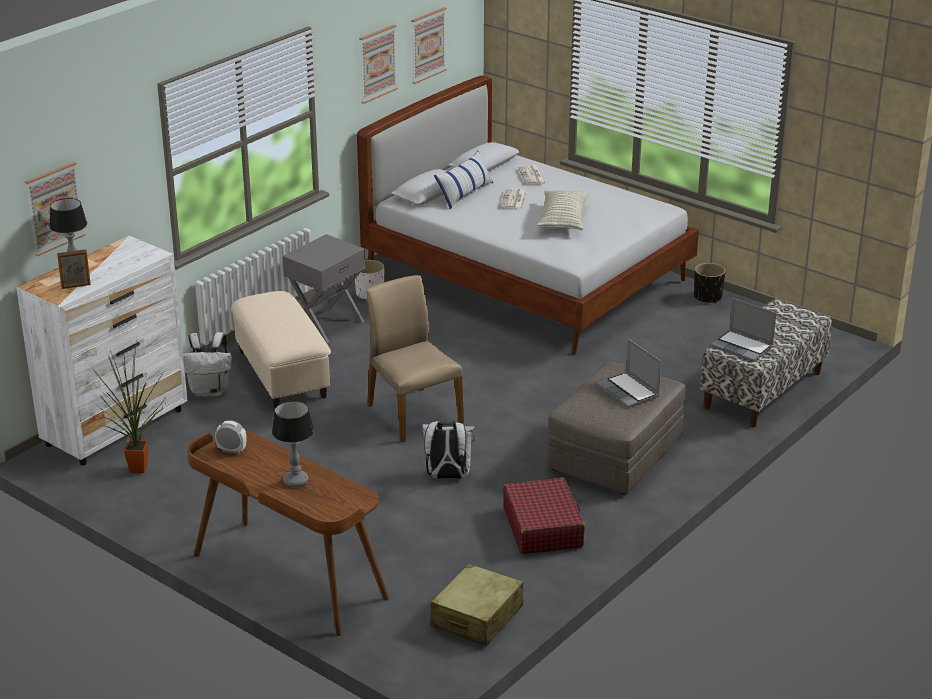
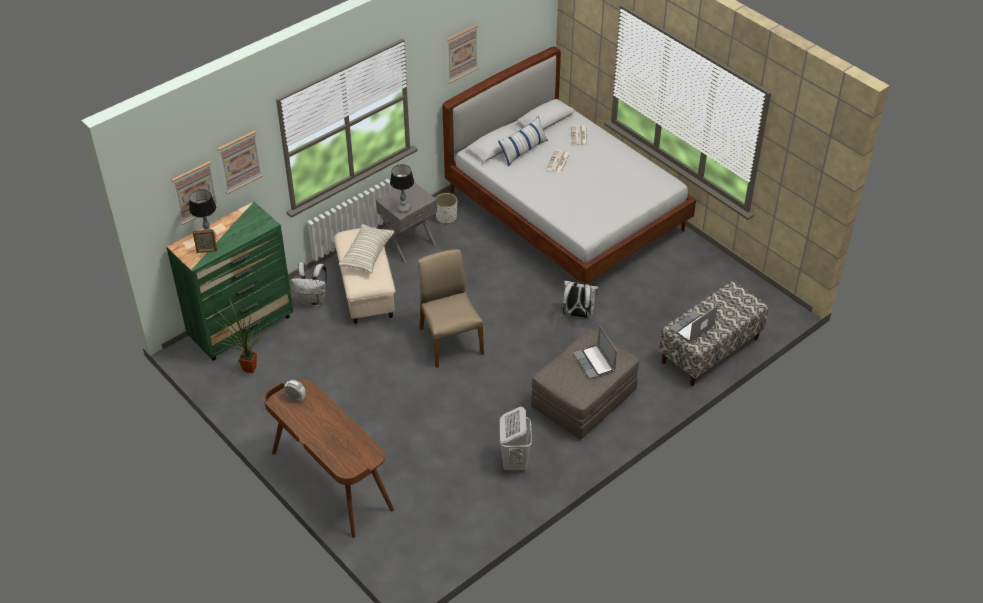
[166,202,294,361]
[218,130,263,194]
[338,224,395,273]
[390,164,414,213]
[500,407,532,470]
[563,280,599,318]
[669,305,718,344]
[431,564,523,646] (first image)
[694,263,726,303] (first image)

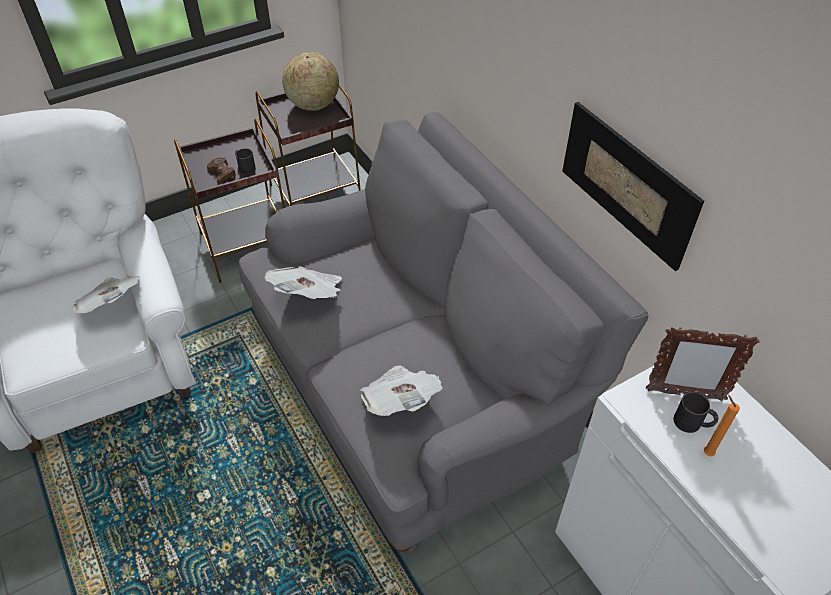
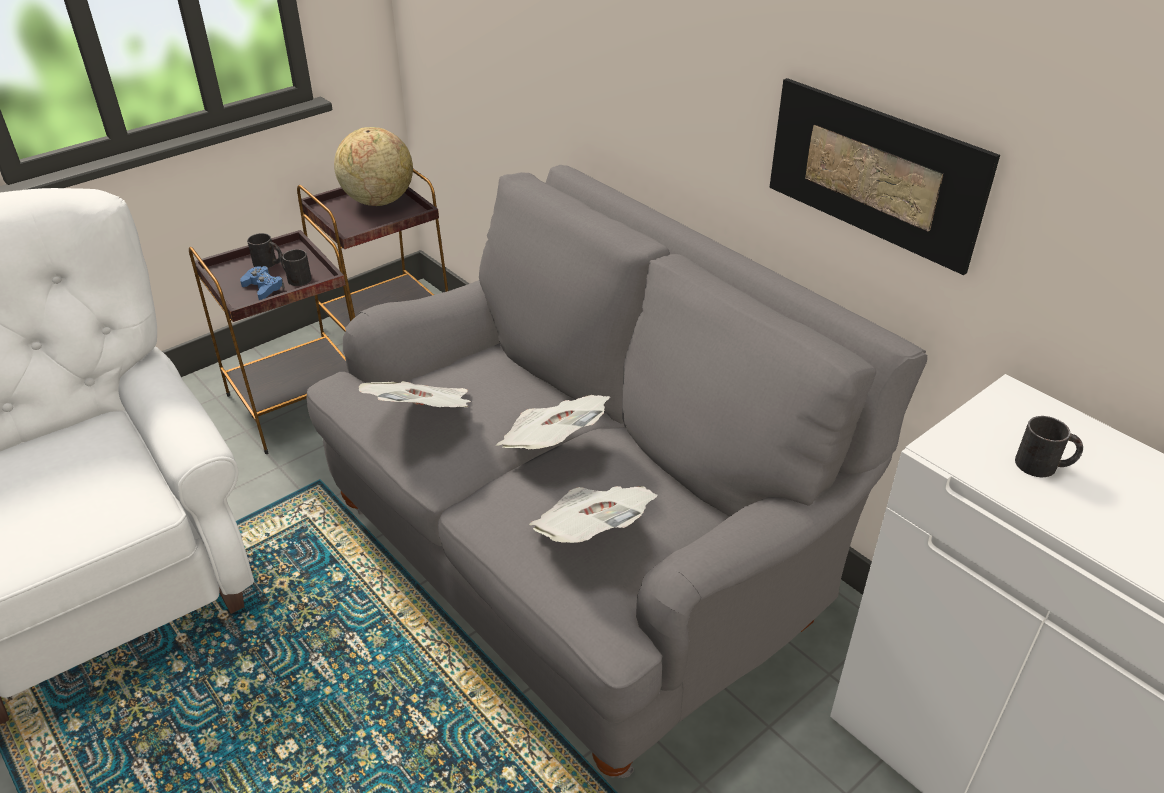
[240,266,285,300]
[247,233,282,268]
[496,395,610,449]
[646,327,760,401] (first image)
[704,395,740,456] (first image)

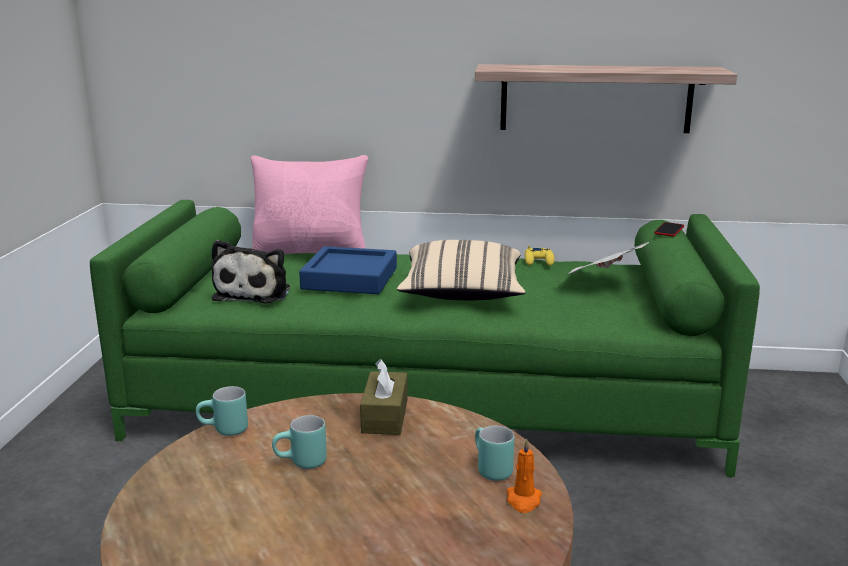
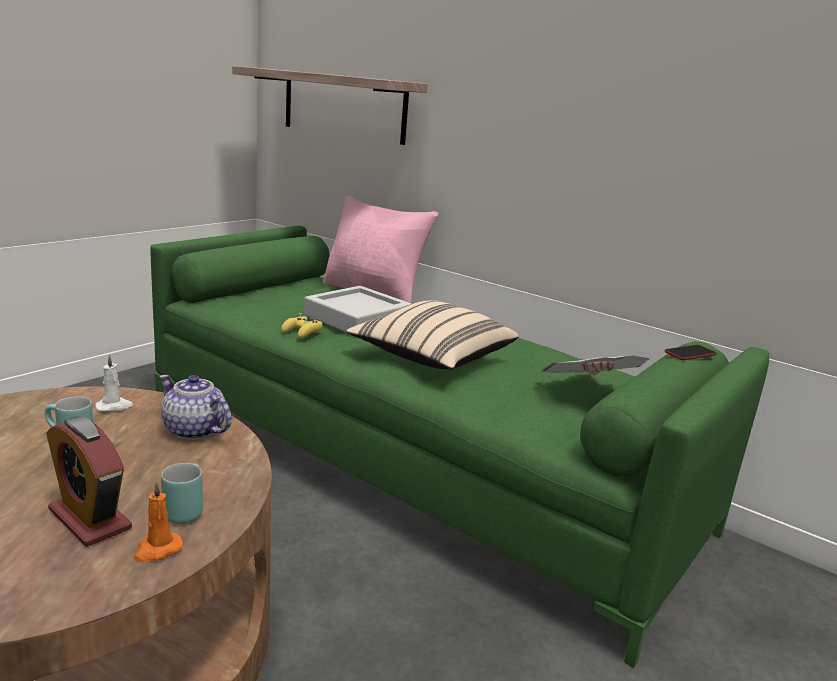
[46,416,132,547]
[95,354,133,412]
[159,375,232,440]
[232,66,428,145]
[281,313,323,338]
[304,286,411,332]
[196,386,248,436] (first image)
[212,240,290,304] (first image)

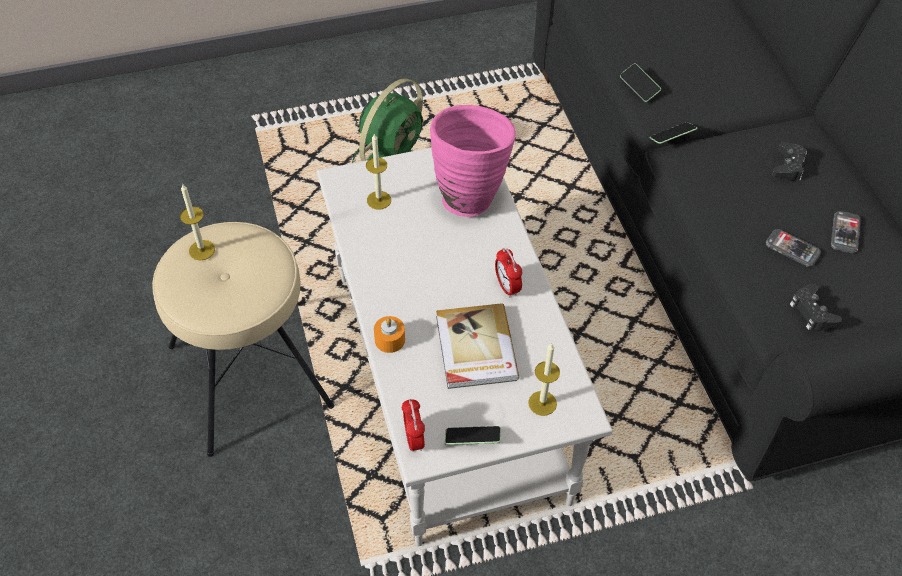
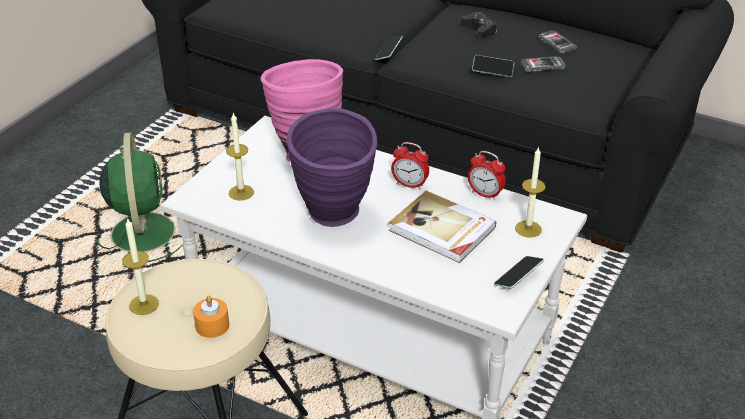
[193,296,229,338]
[287,108,378,227]
[468,151,506,200]
[472,55,514,77]
[790,284,842,331] (first image)

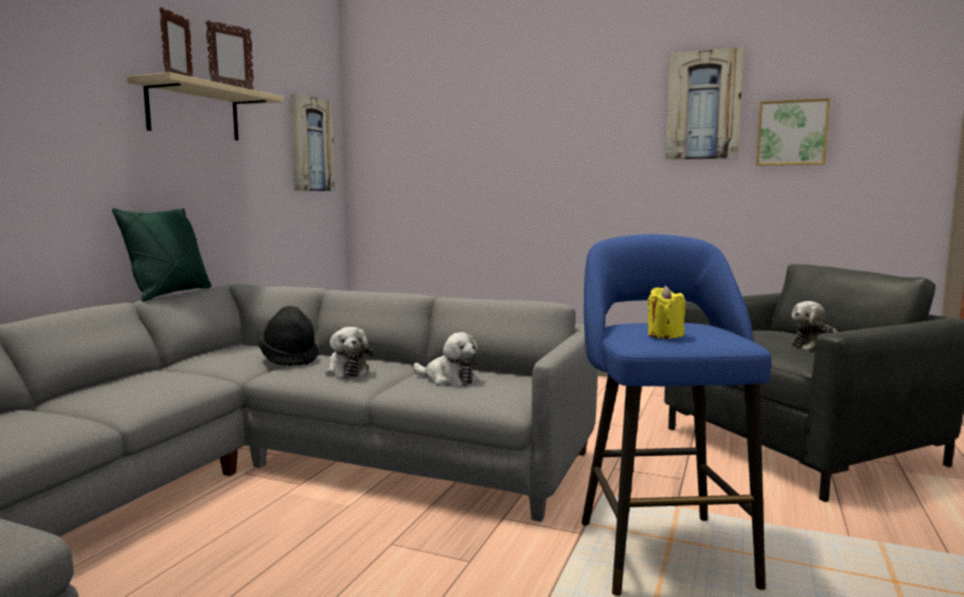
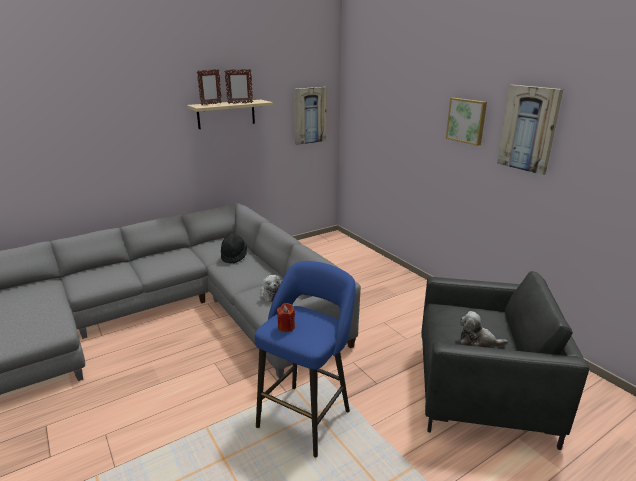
[277,303,295,332]
[446,98,487,146]
[112,208,211,301] (first image)
[325,327,373,378] (first image)

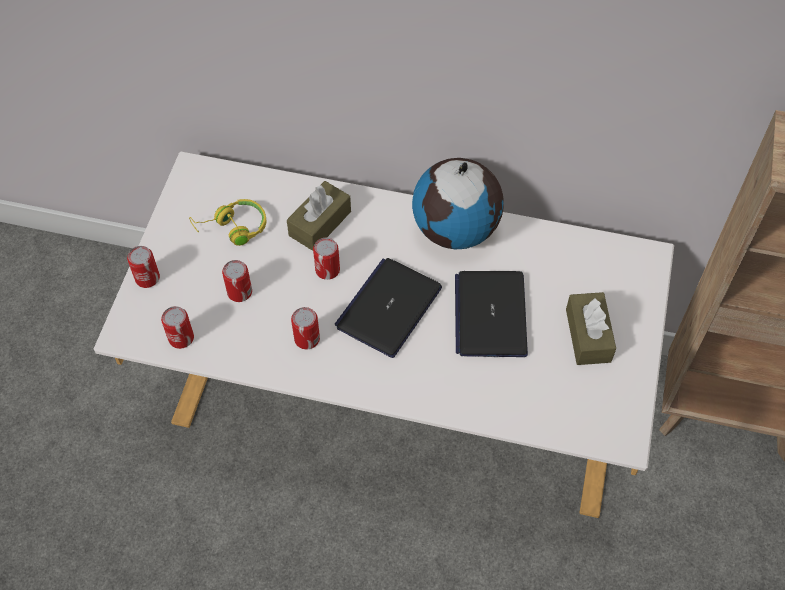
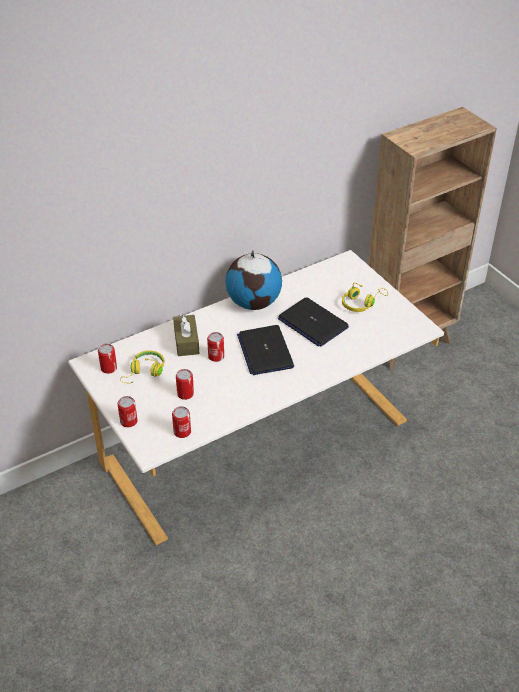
[98,344,117,374]
[342,283,388,312]

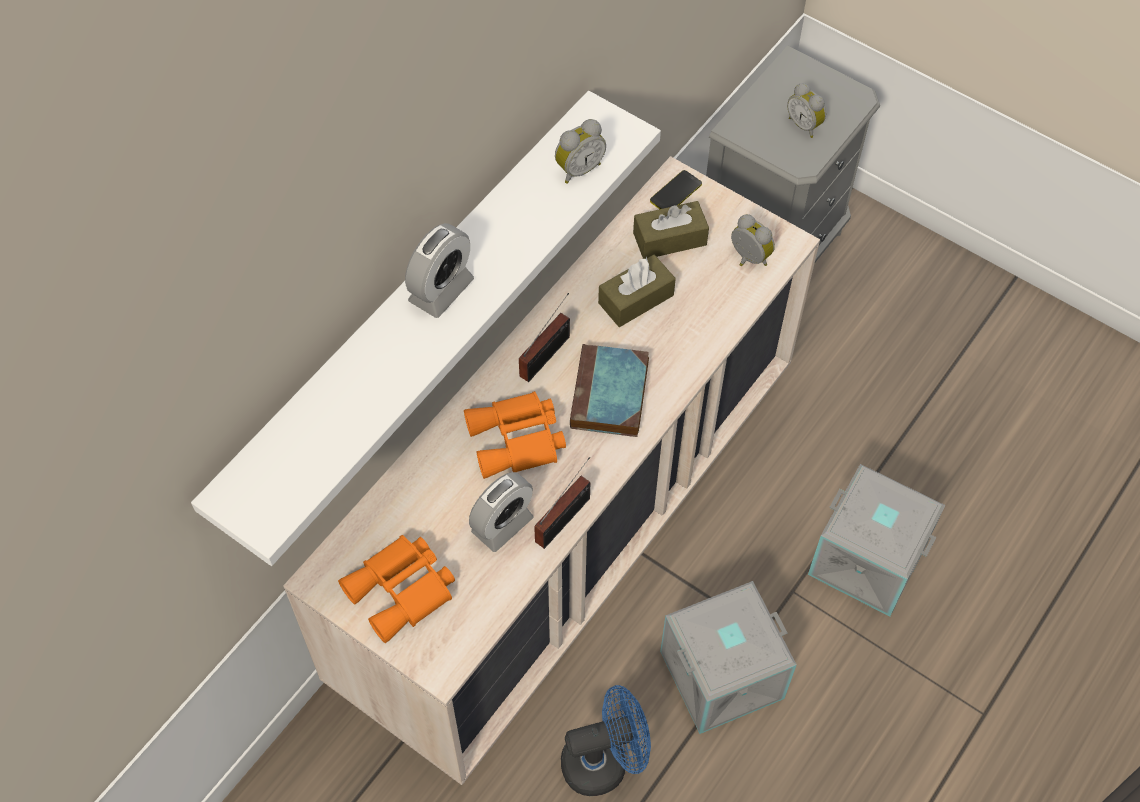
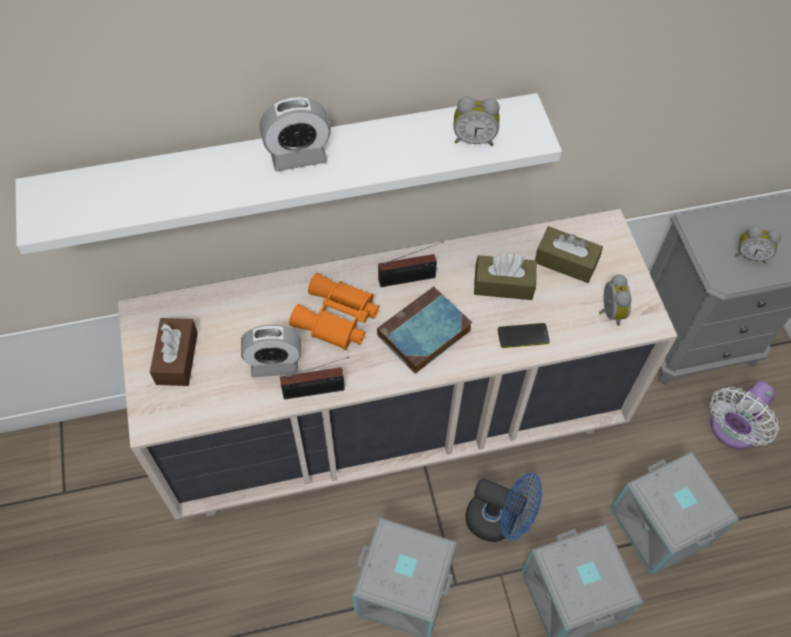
[150,318,198,386]
[466,473,542,542]
[498,323,550,348]
[610,452,739,575]
[710,381,779,449]
[735,225,781,264]

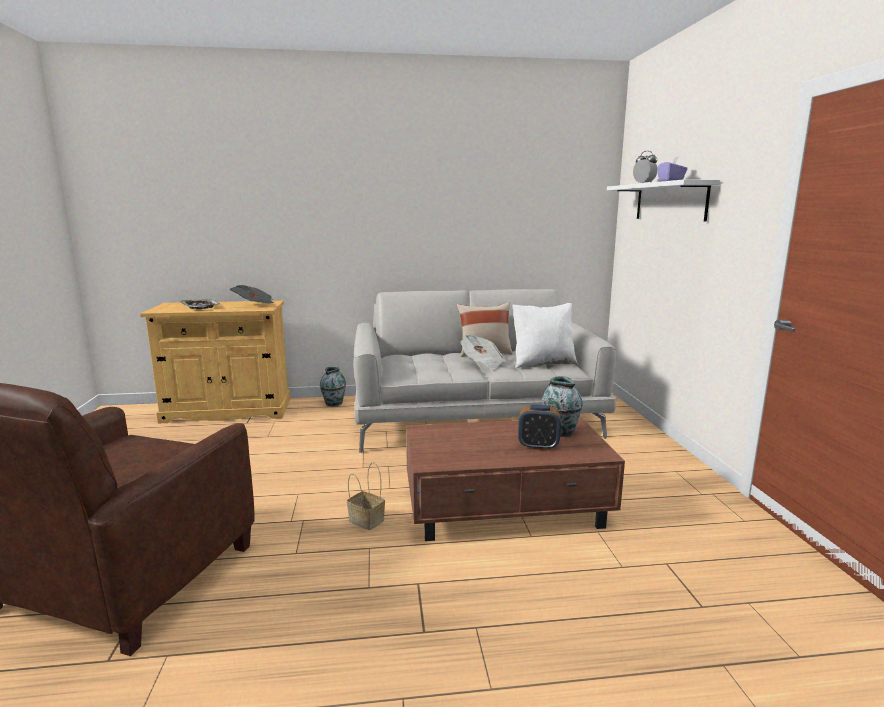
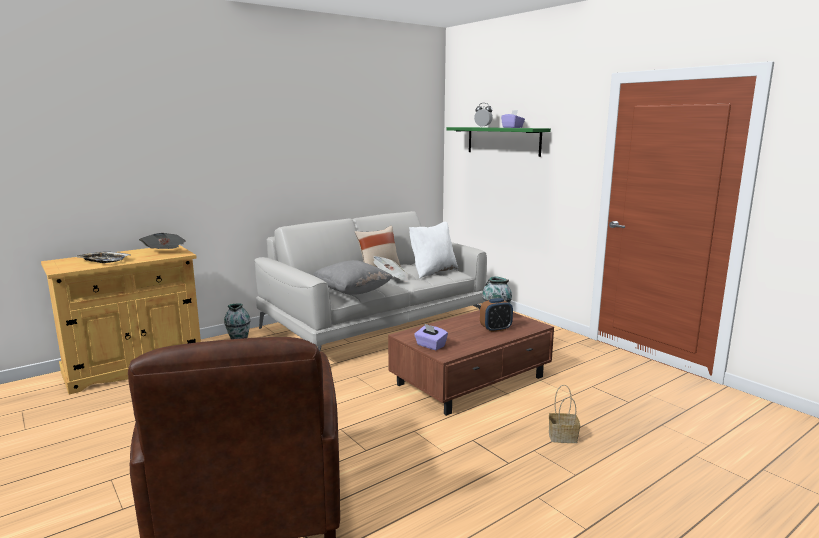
[313,260,393,295]
[414,323,448,350]
[446,127,551,157]
[549,385,580,443]

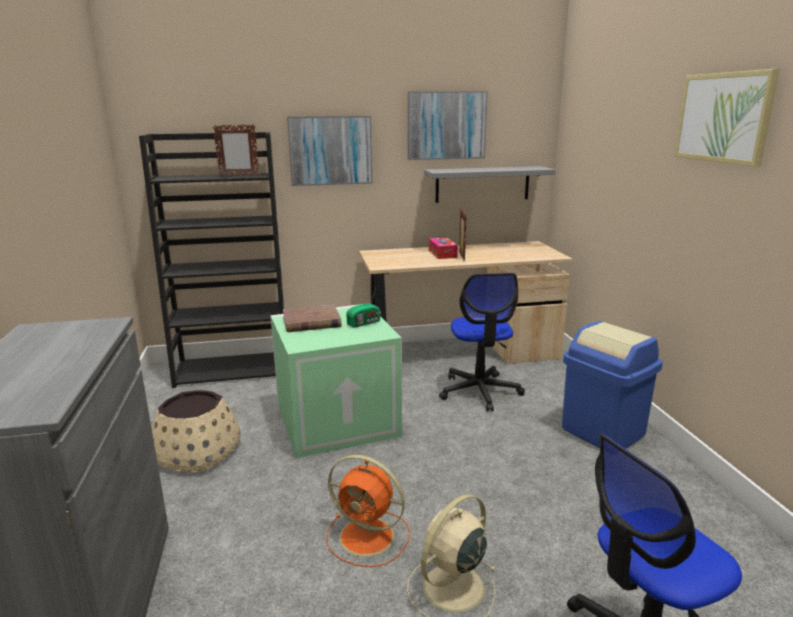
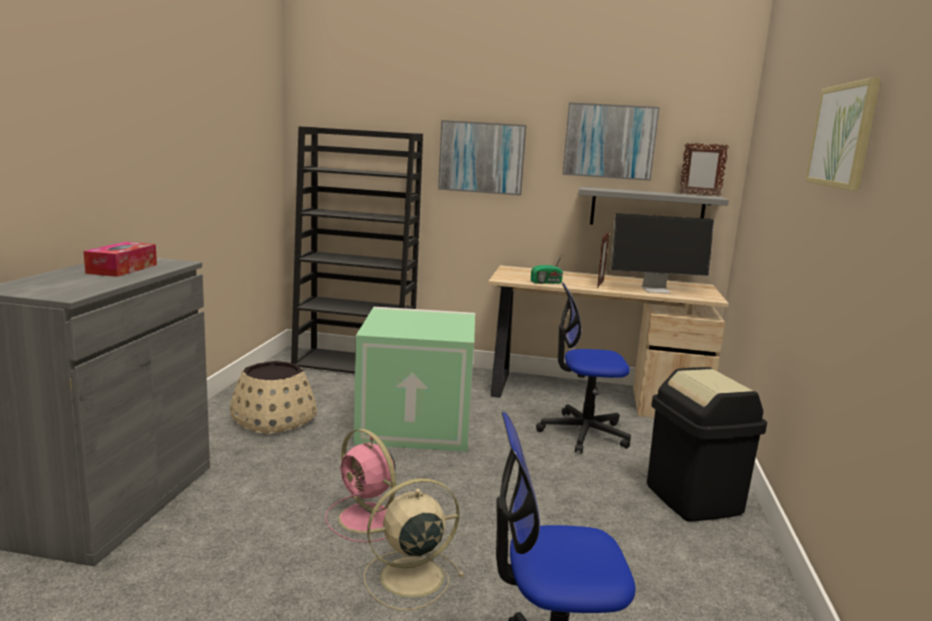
[84,242,157,277]
[325,429,396,542]
[531,252,563,284]
[536,282,631,454]
[611,213,714,294]
[647,367,767,522]
[679,143,728,197]
[283,305,342,332] (first image)

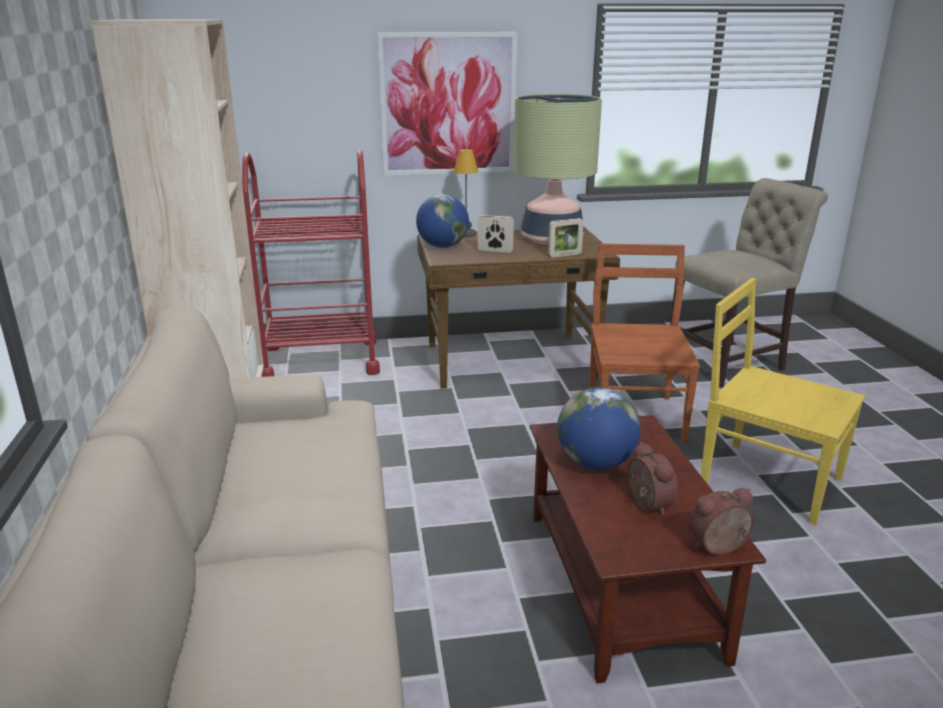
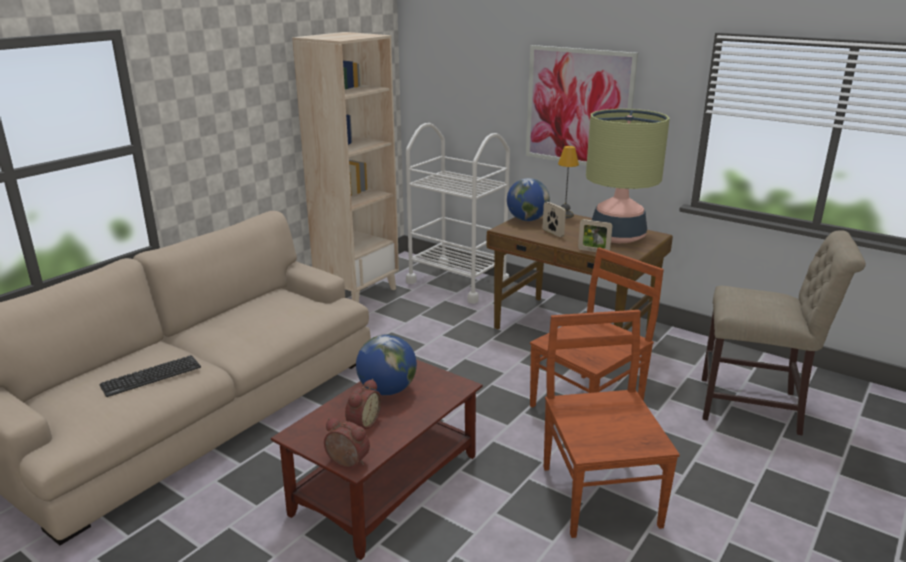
[100,355,201,397]
[406,123,510,304]
[544,310,680,538]

